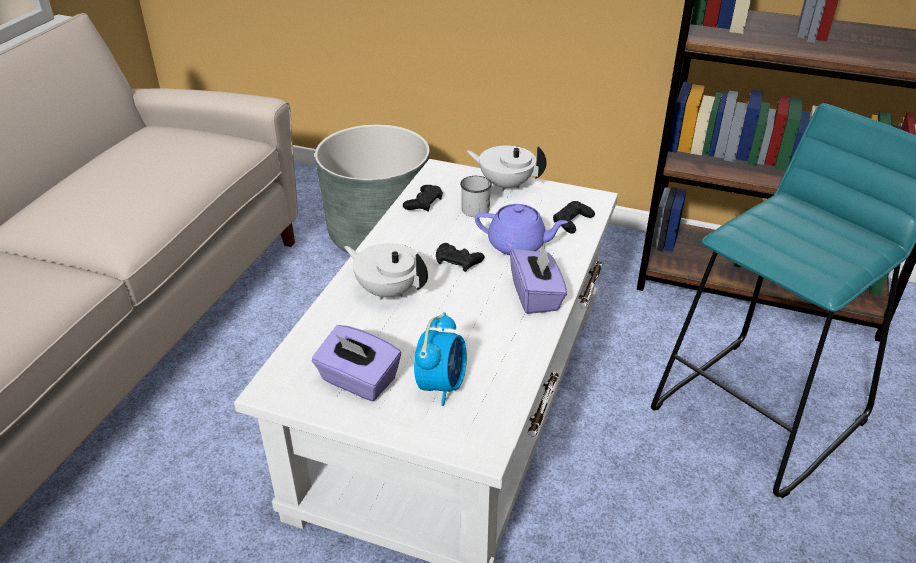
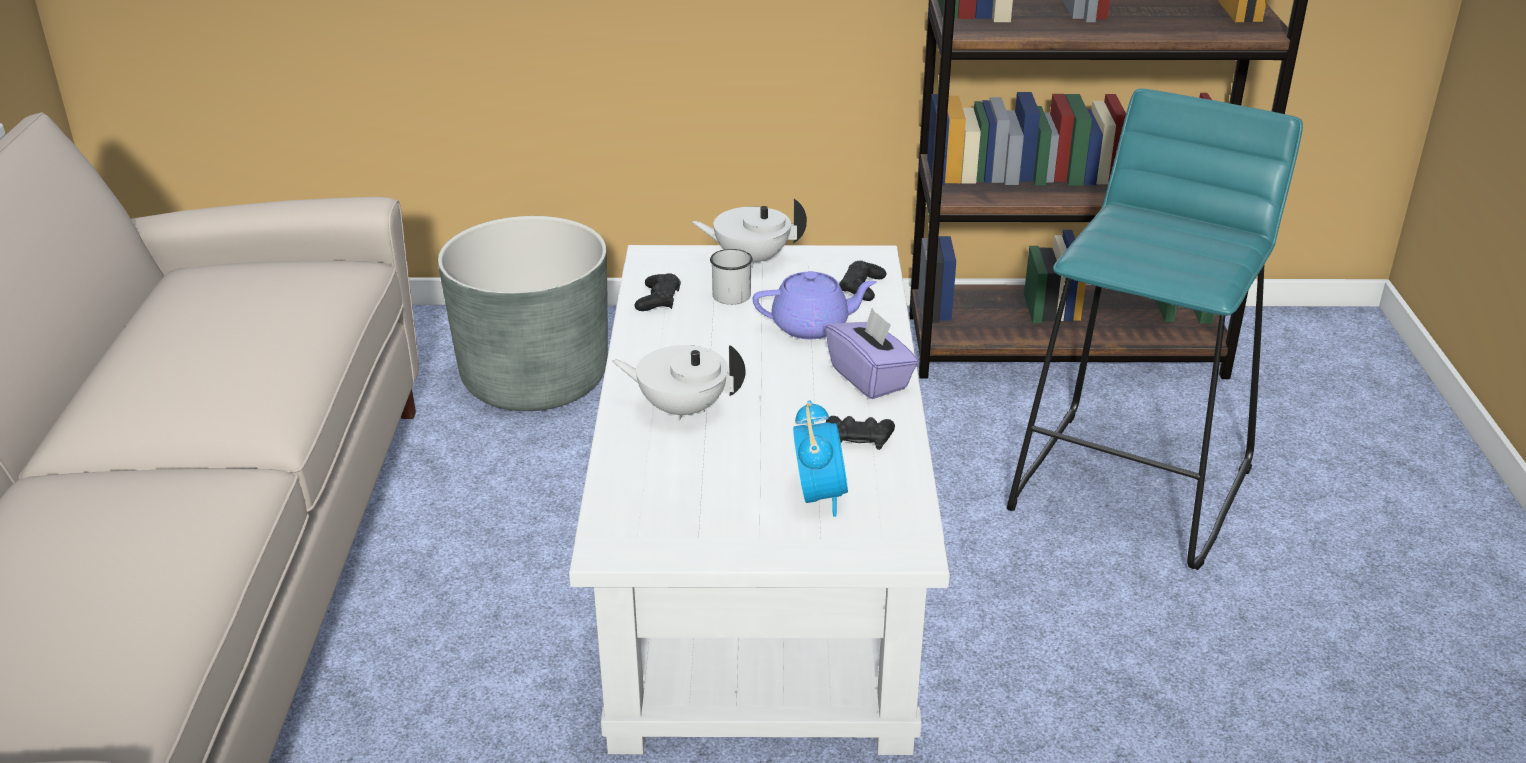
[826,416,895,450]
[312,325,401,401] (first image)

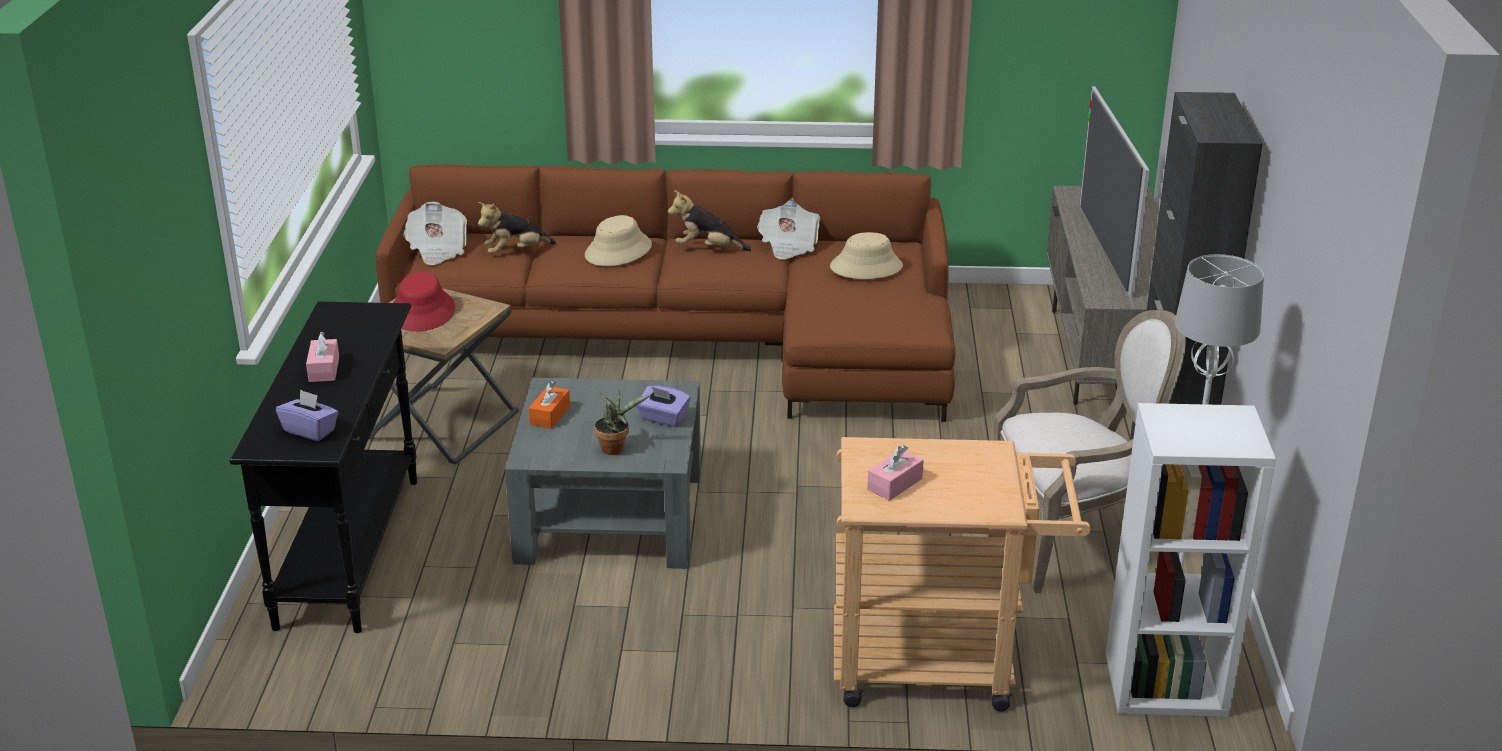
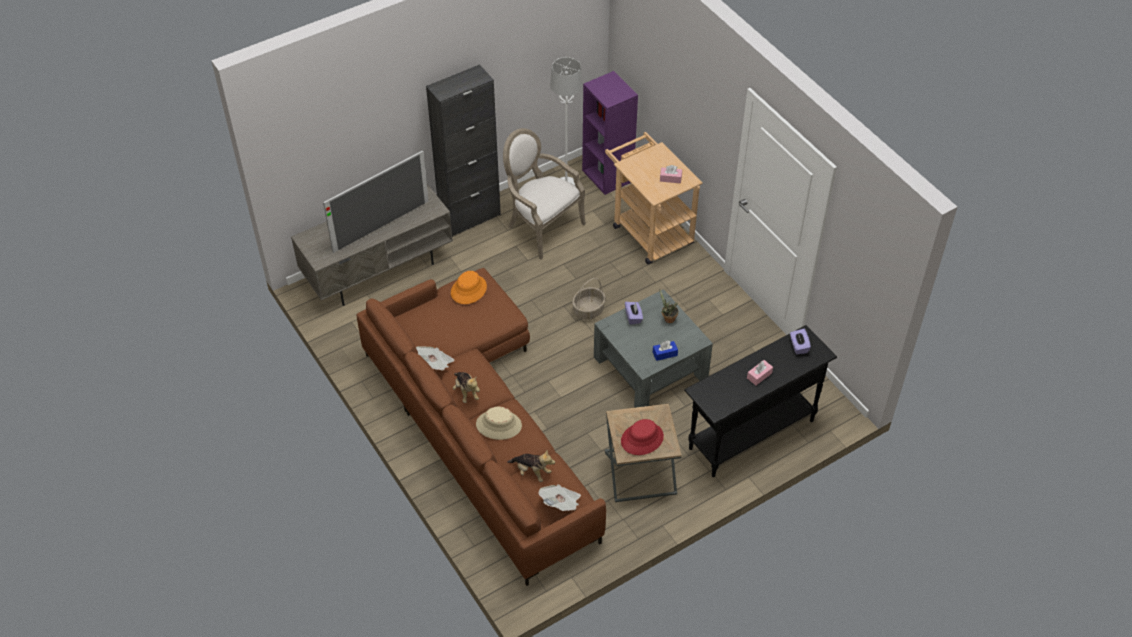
[451,271,487,304]
[572,278,606,320]
[582,71,638,195]
[653,341,678,361]
[830,232,903,279] (first image)

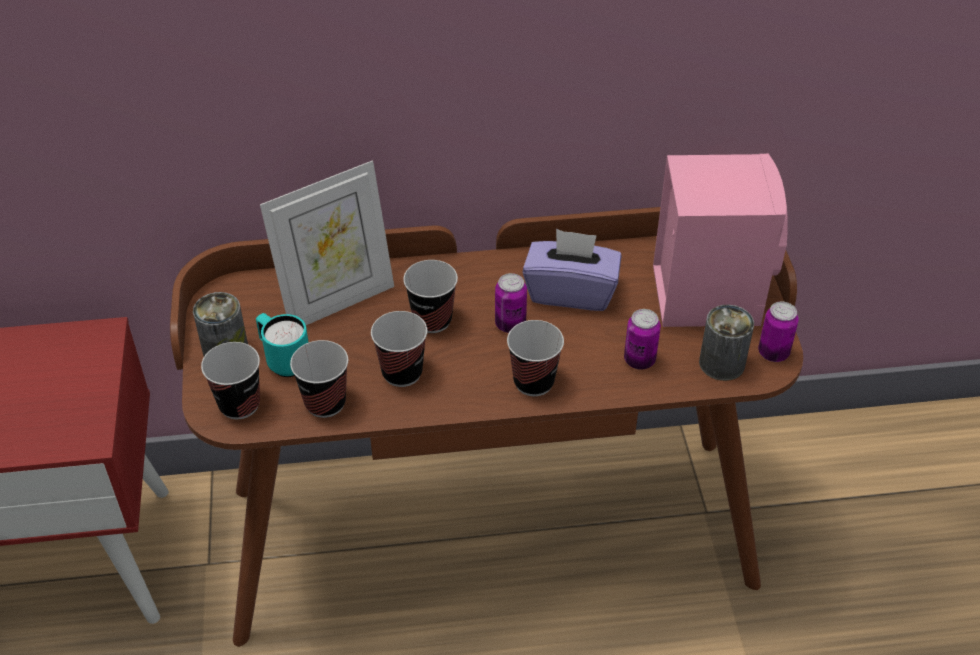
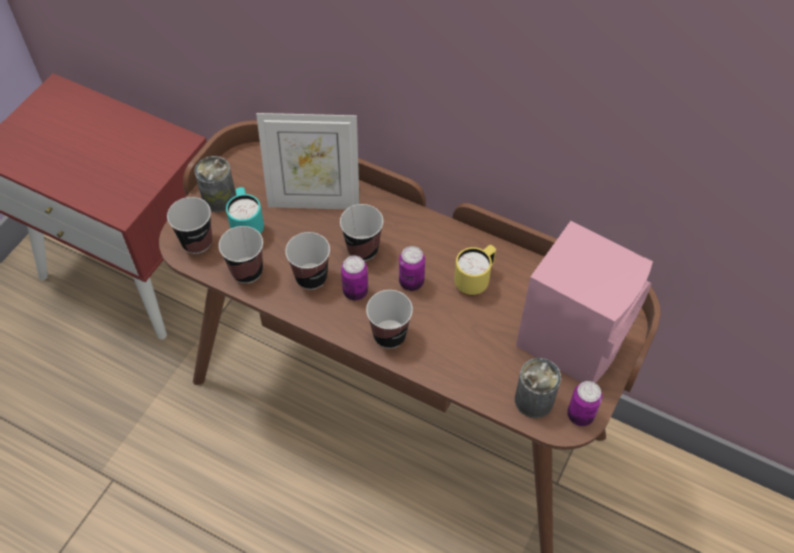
[341,256,368,300]
[454,245,496,296]

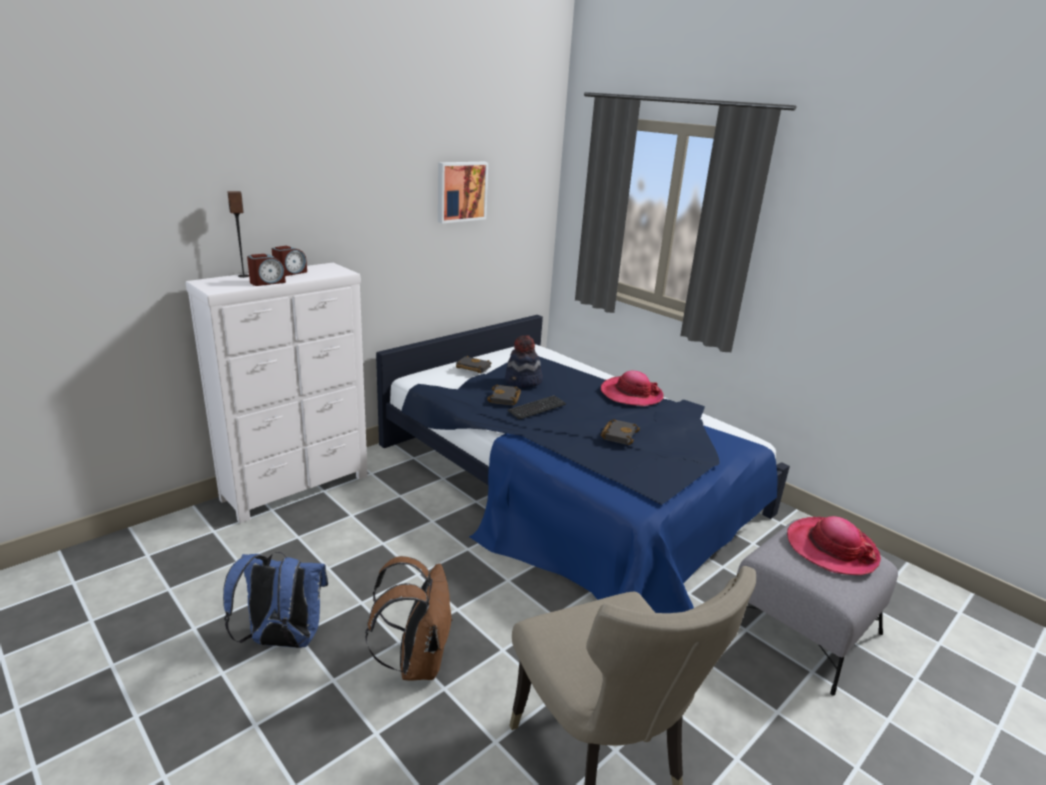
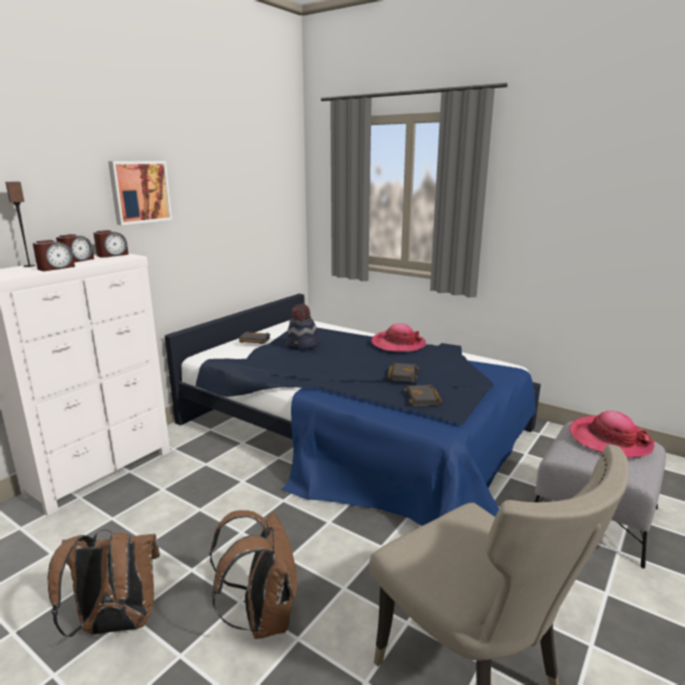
[48,529,160,637]
[93,230,129,258]
[108,161,172,225]
[404,385,442,406]
[508,395,566,420] (first image)

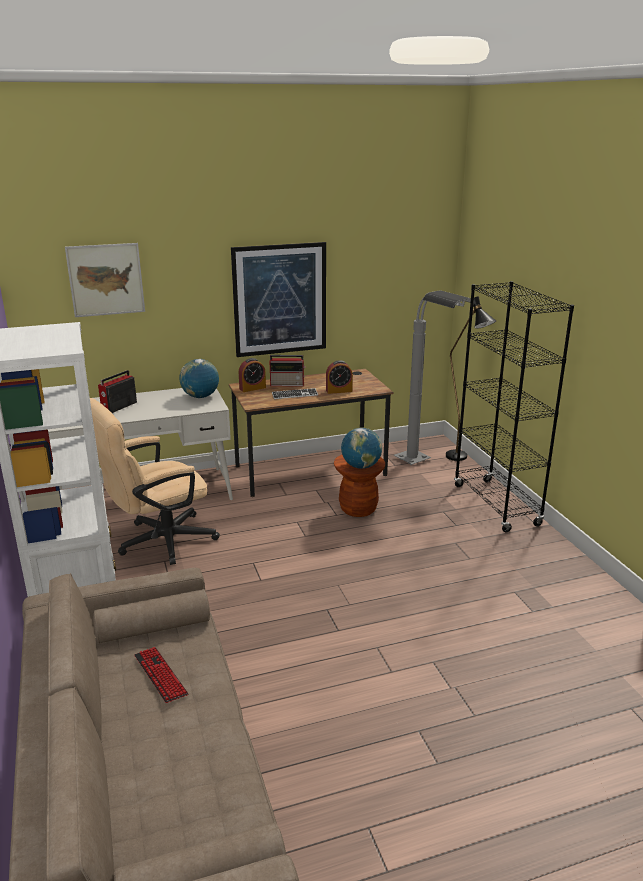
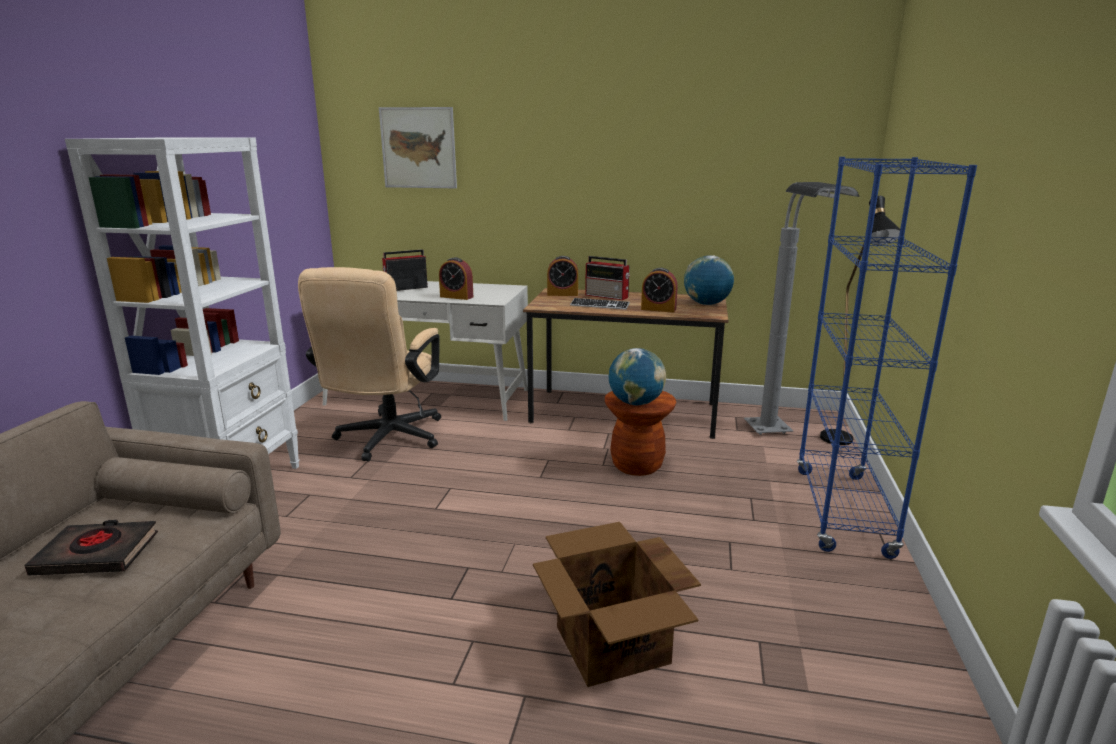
[24,520,158,576]
[298,267,441,461]
[439,257,473,300]
[533,522,701,687]
[684,255,734,305]
[797,157,977,559]
[231,242,326,357] (first image)

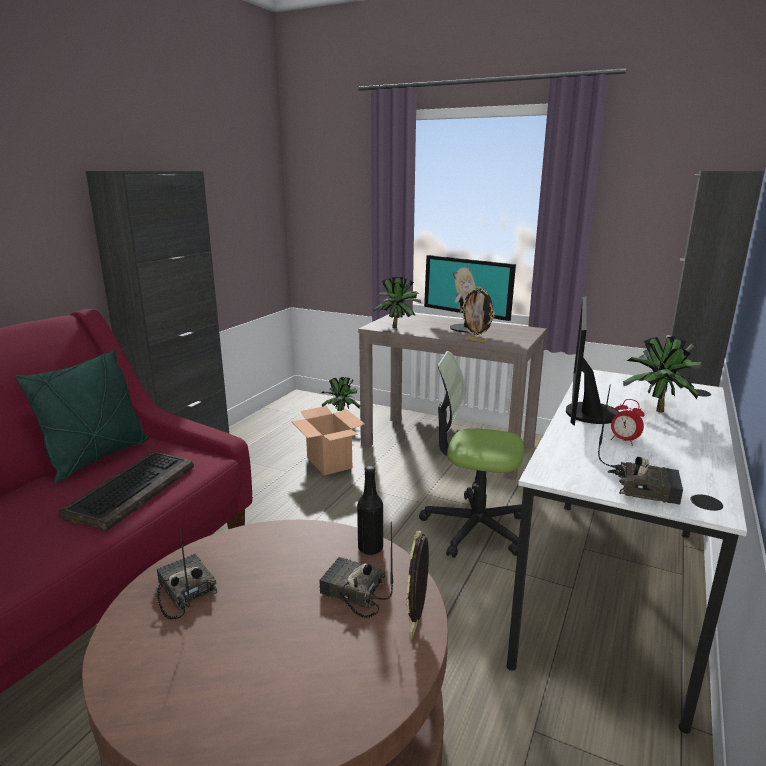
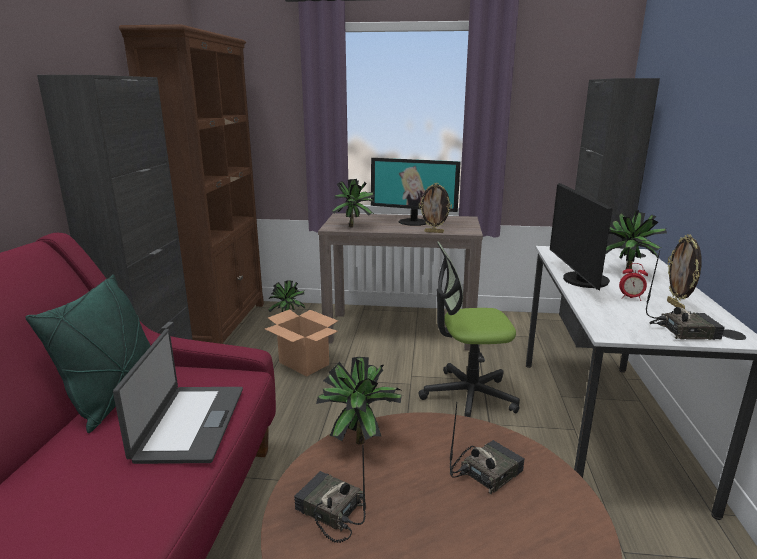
[113,329,243,464]
[119,24,264,344]
[316,357,402,445]
[450,402,524,494]
[667,234,702,309]
[357,465,383,555] (first image)

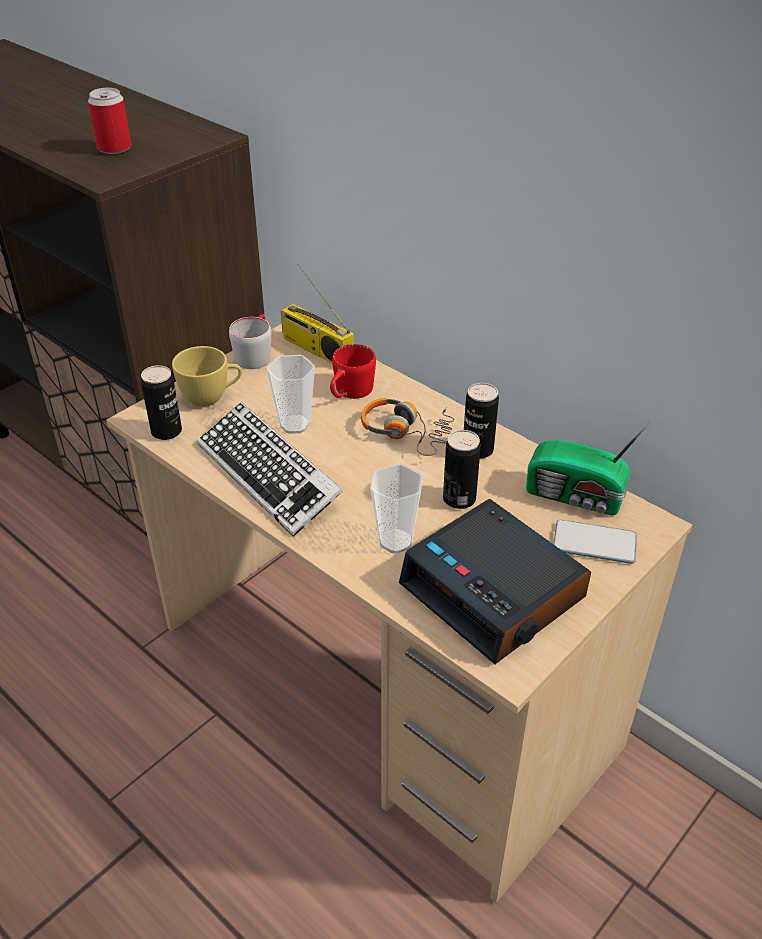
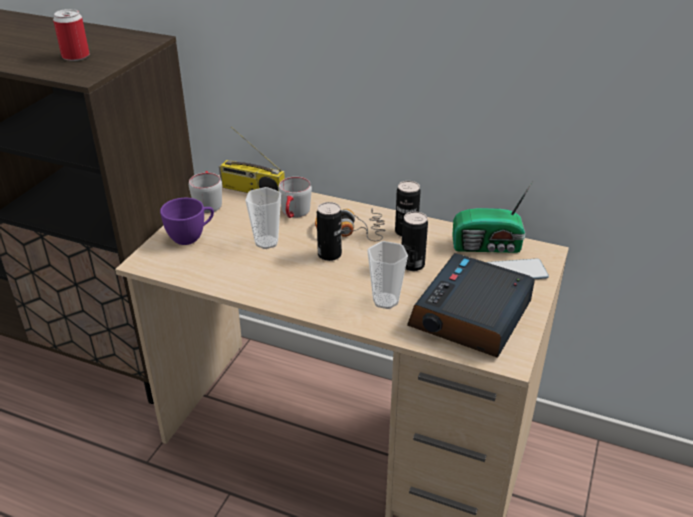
[160,198,214,245]
[278,177,312,218]
[317,202,342,261]
[407,253,535,358]
[197,402,343,537] (first image)

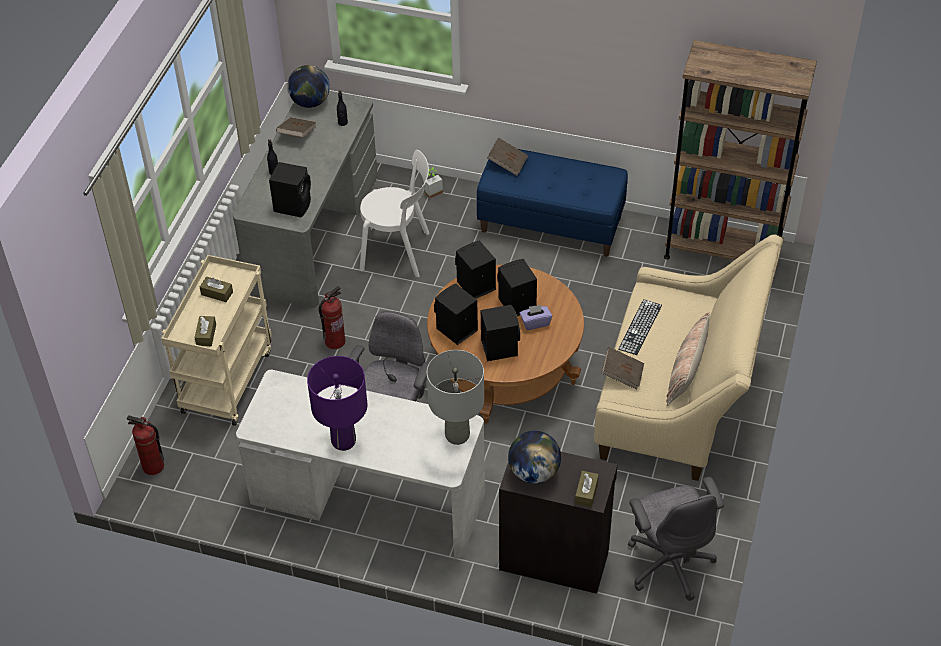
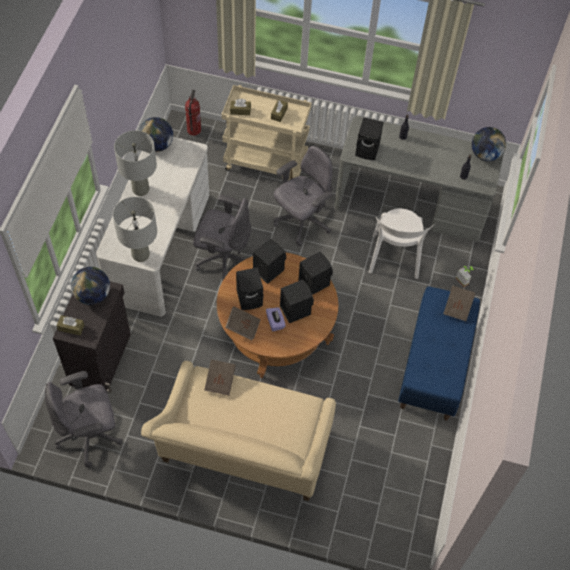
[114,130,157,196]
[139,117,173,152]
[225,306,261,341]
[274,146,333,246]
[618,299,662,355] (first image)
[664,40,817,268] (first image)
[666,312,710,406] (first image)

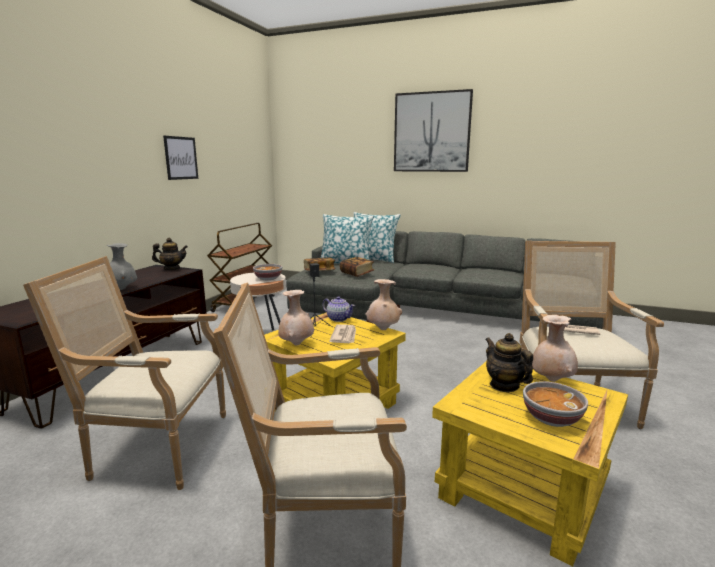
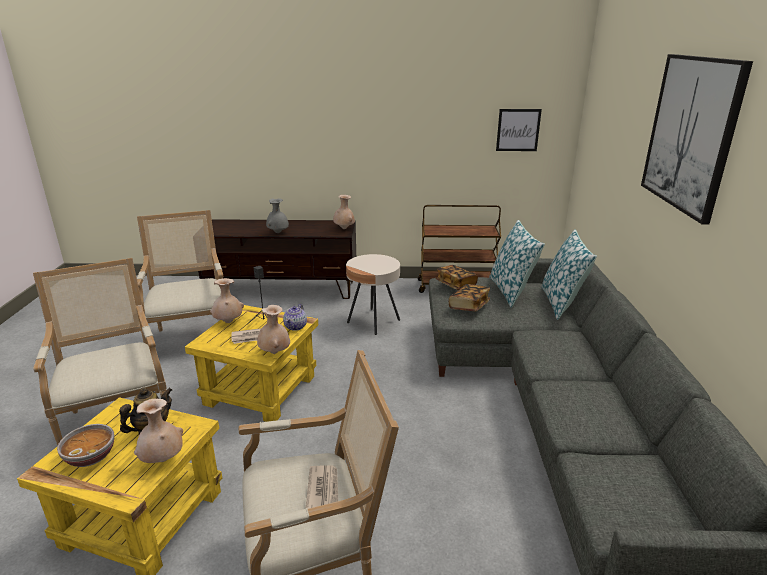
[333,195,355,229]
[496,109,542,151]
[253,264,282,280] (first image)

